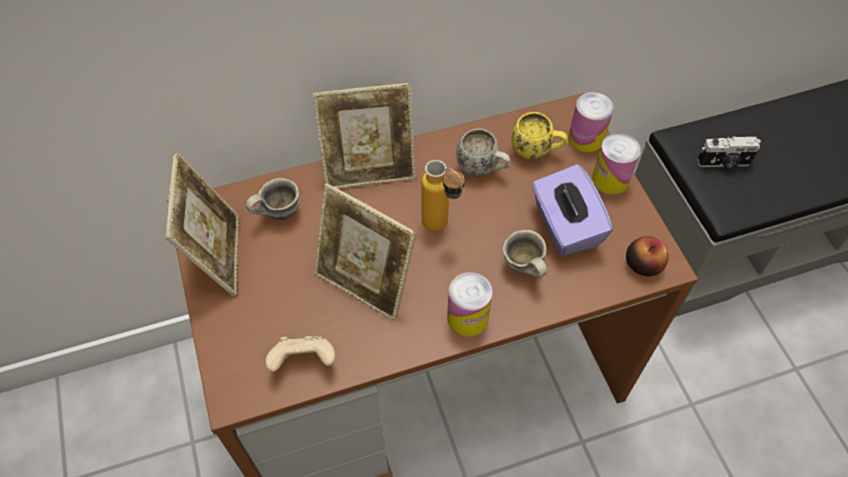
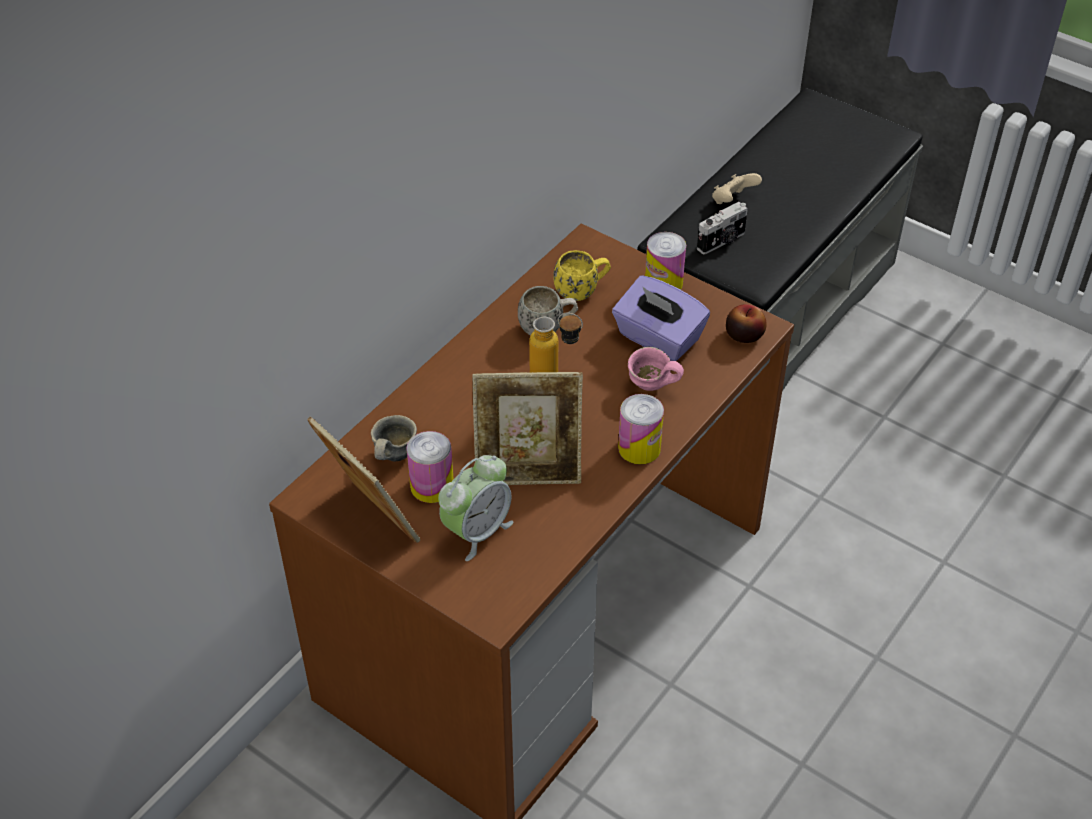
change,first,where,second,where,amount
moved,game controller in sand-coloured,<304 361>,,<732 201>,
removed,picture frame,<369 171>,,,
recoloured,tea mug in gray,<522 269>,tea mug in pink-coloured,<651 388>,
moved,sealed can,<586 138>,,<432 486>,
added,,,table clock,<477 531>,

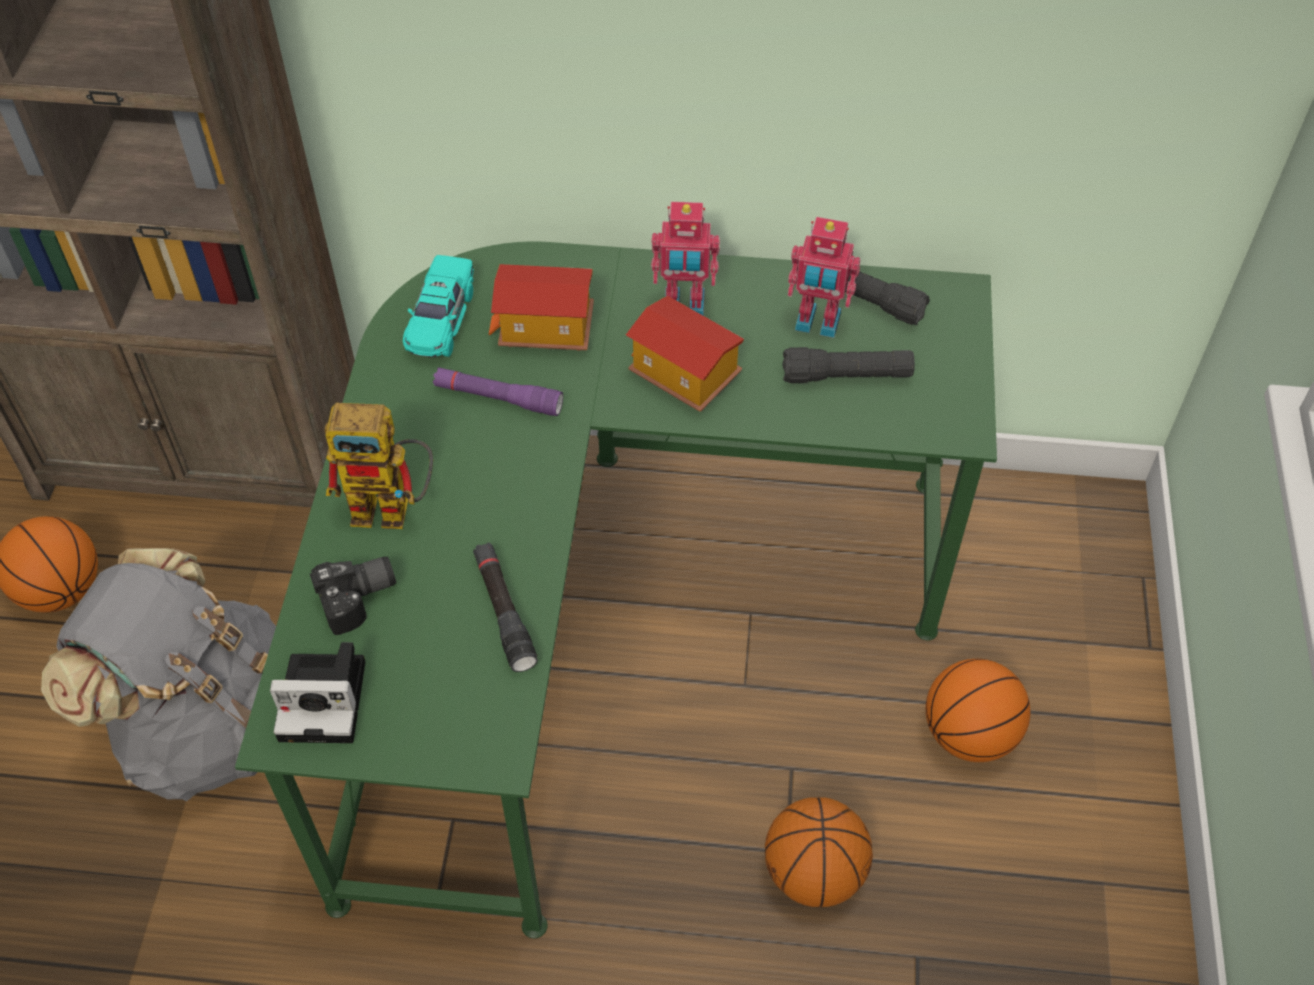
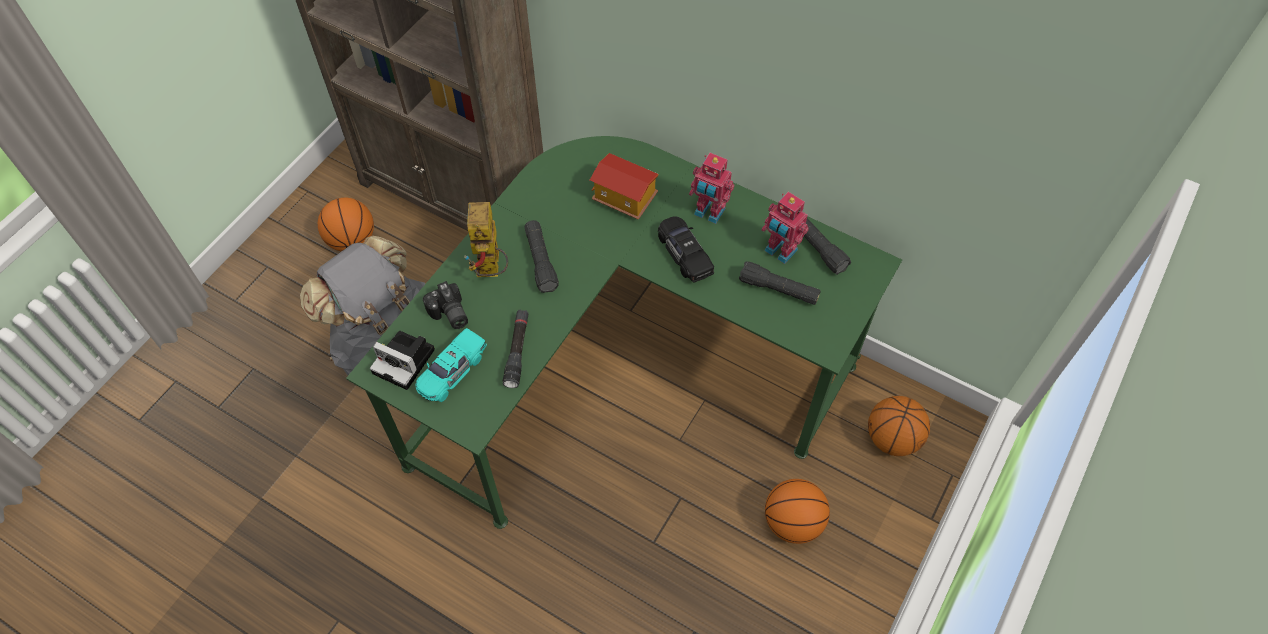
change,first,where,second,where,amount
turned,photo camera,<359 599>,,<449 314>,60 degrees clockwise
turned,robot figure,<394 507>,,<491 271>,60 degrees clockwise
moved,miniature car in turquoise-coloured,<441 320>,,<452 371>,
removed,hand torch in purple,<498 398>,,,
replaced,model house,<682 377>,miniature car in black,<684 255>,
moved,basketball,<814 873>,,<892 439>,
added,,,hand torch in black,<540 261>,

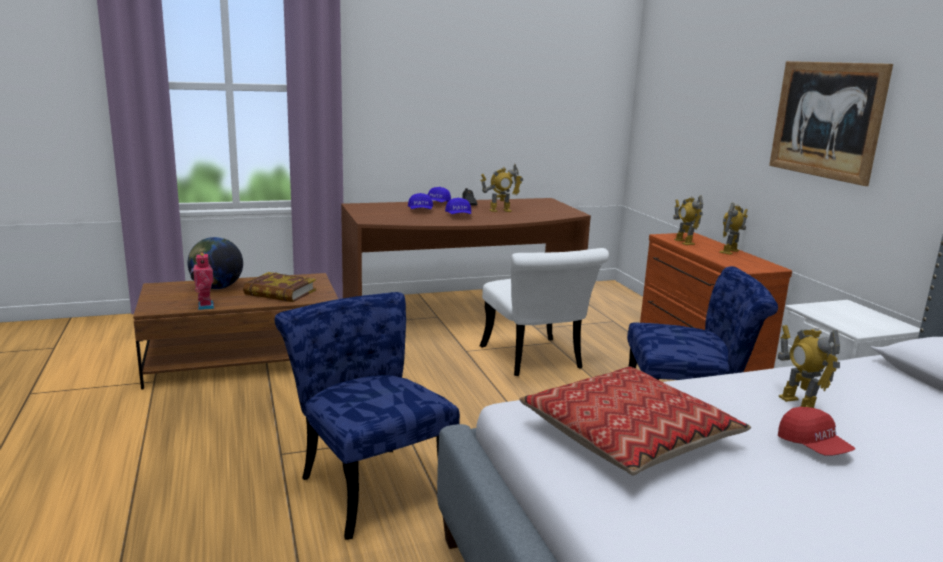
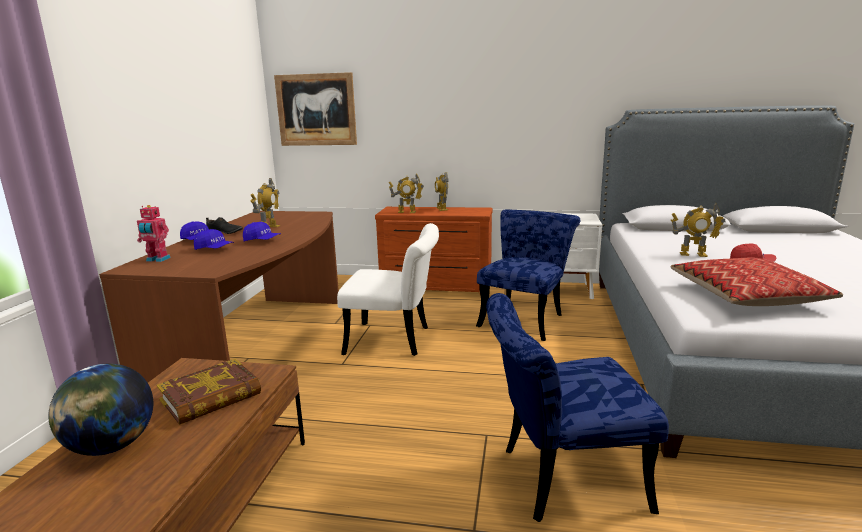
change,first,where,second,where,amount
moved,robot figure,<204 306>,,<157 260>,
moved,picture,<826 120>,,<316 110>,

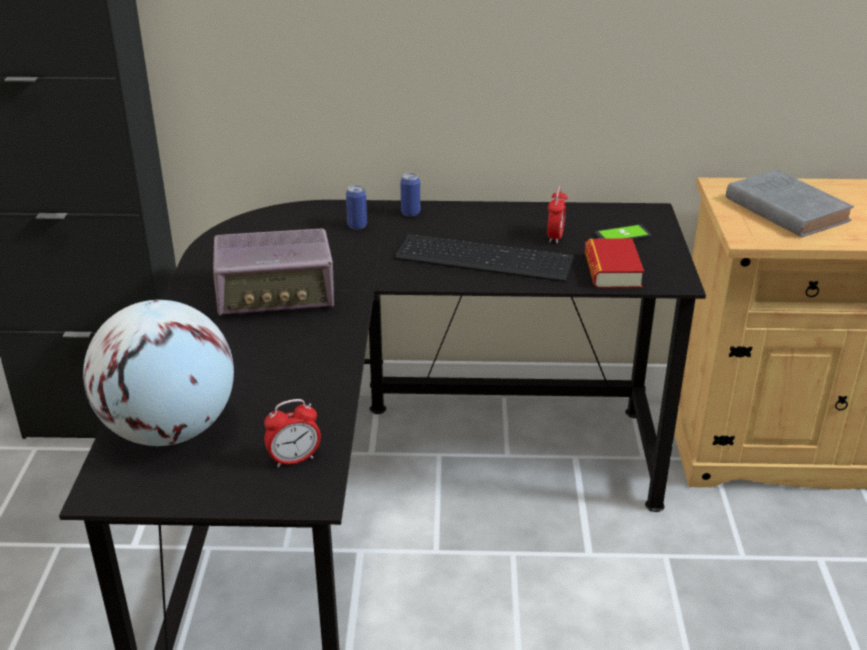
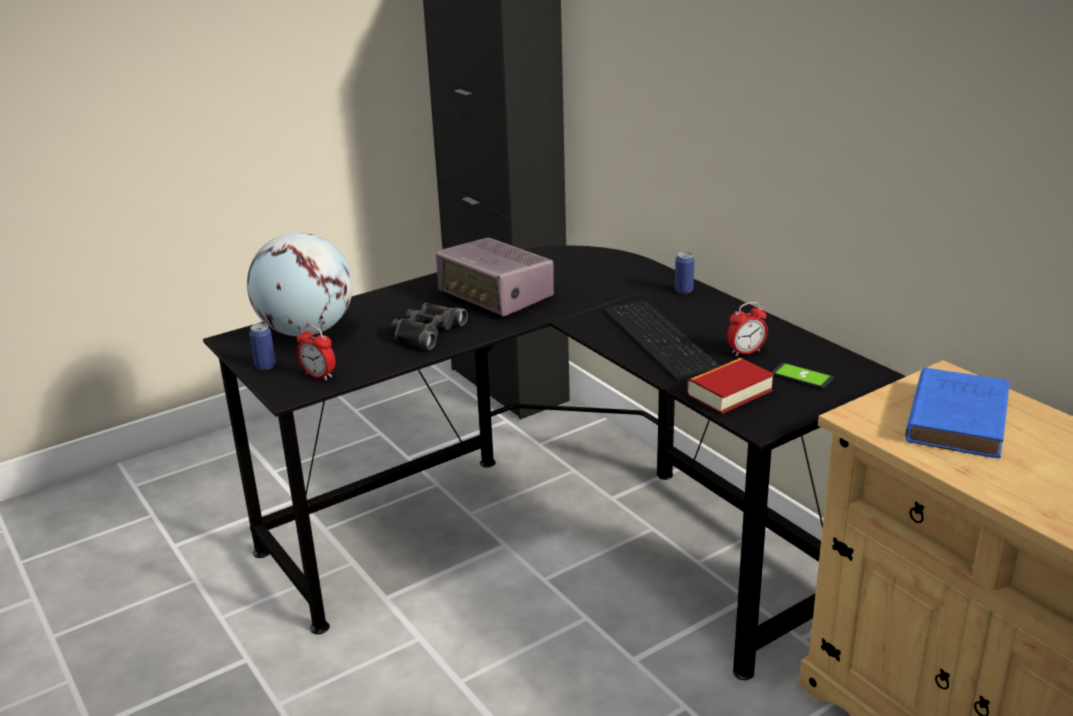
change,first,where,second,where,amount
moved,sealed can,<357 225>,,<265 365>,
recoloured,book in gray,<784 209>,book in blue-coloured,<957 417>,
added,,,pair of binoculars in black,<426 332>,

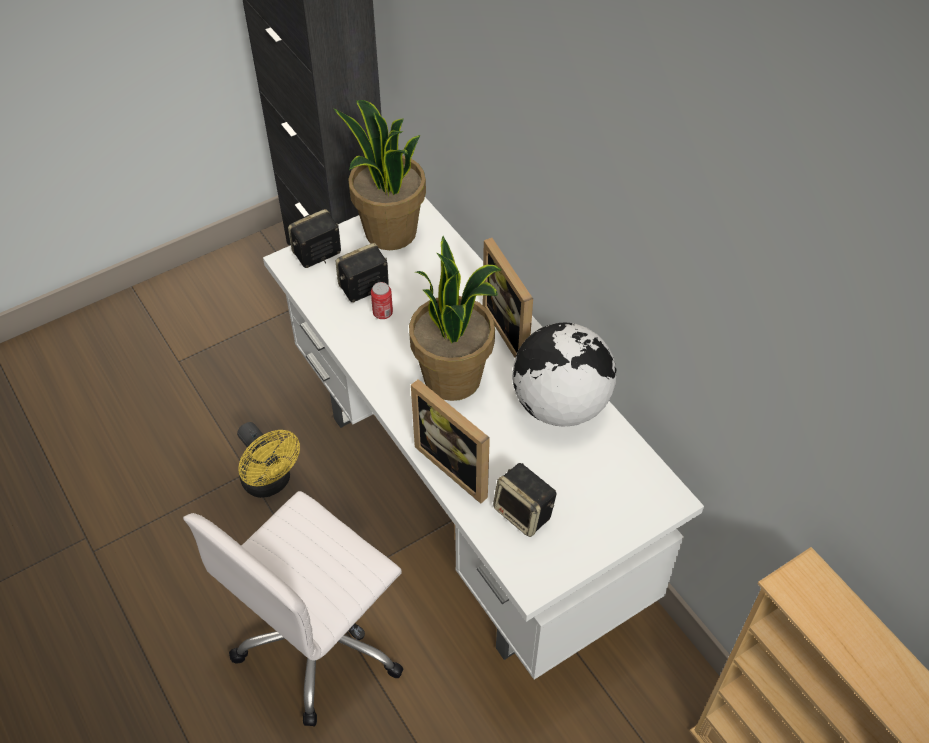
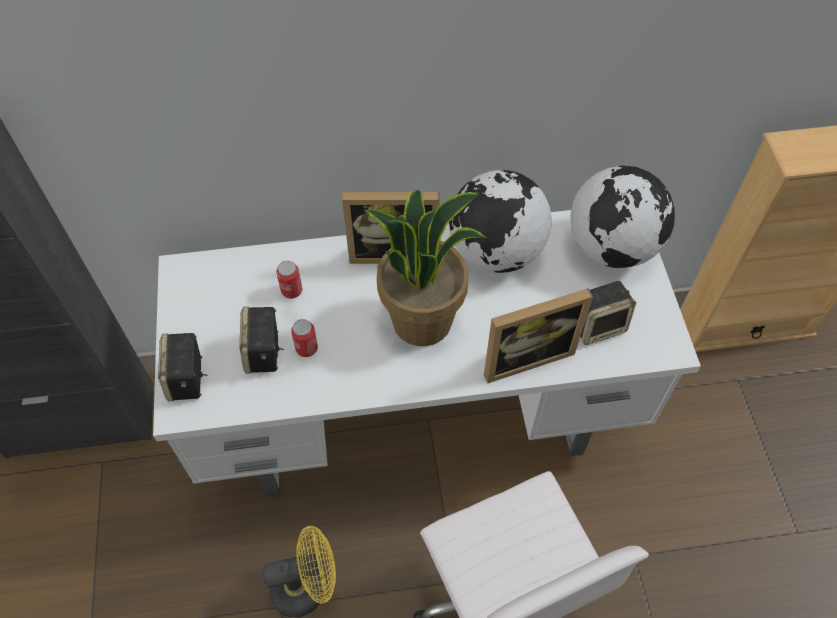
change,first,where,second,where,amount
removed,houseplant,<389 232>,,,
added,,,sealed can,<292 291>,
added,,,globe,<612 247>,

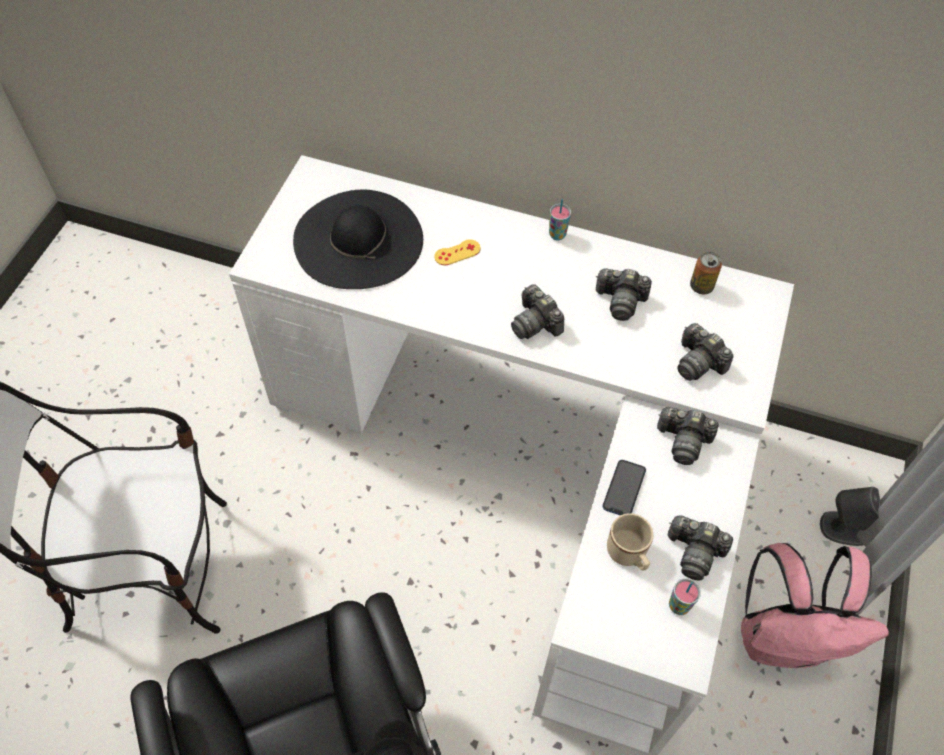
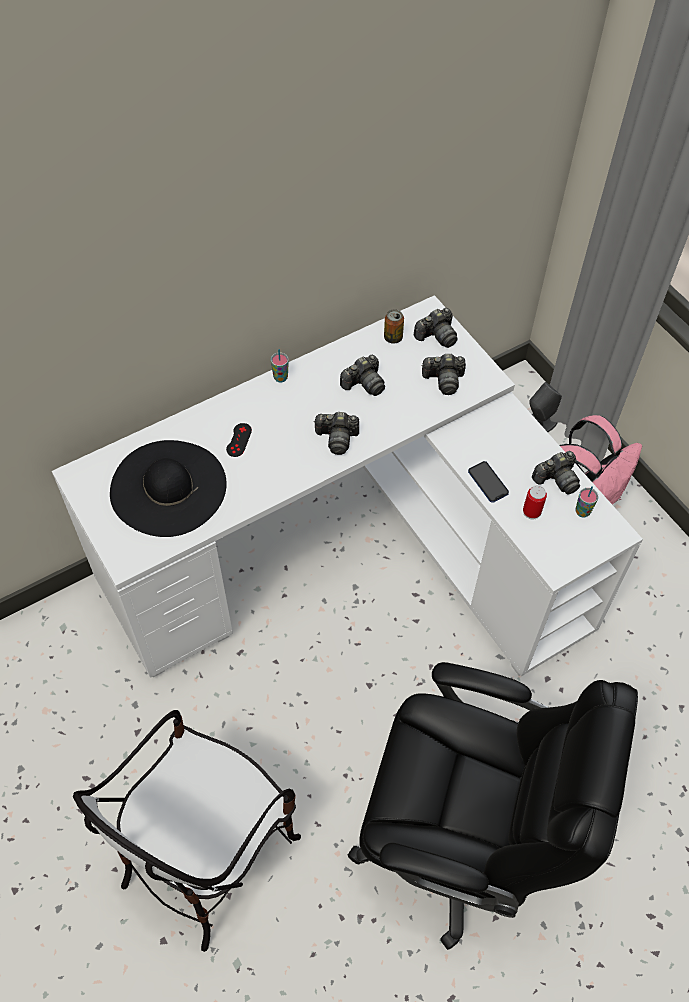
change,first,where,second,where,amount
recoloured,game controller in yellow,<457 252>,game controller in black,<239 440>,
replaced,tea mug in sand-coloured,<629 554>,sealed can,<531 512>,
moved,photo camera,<683 441>,,<437 336>,

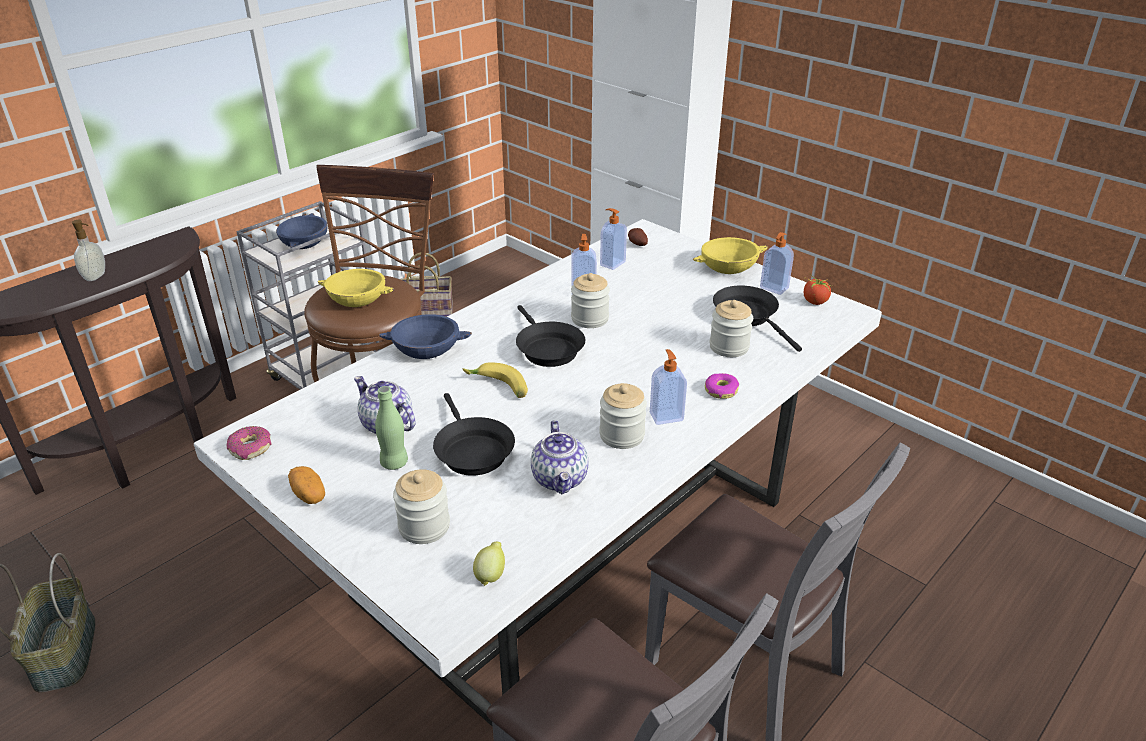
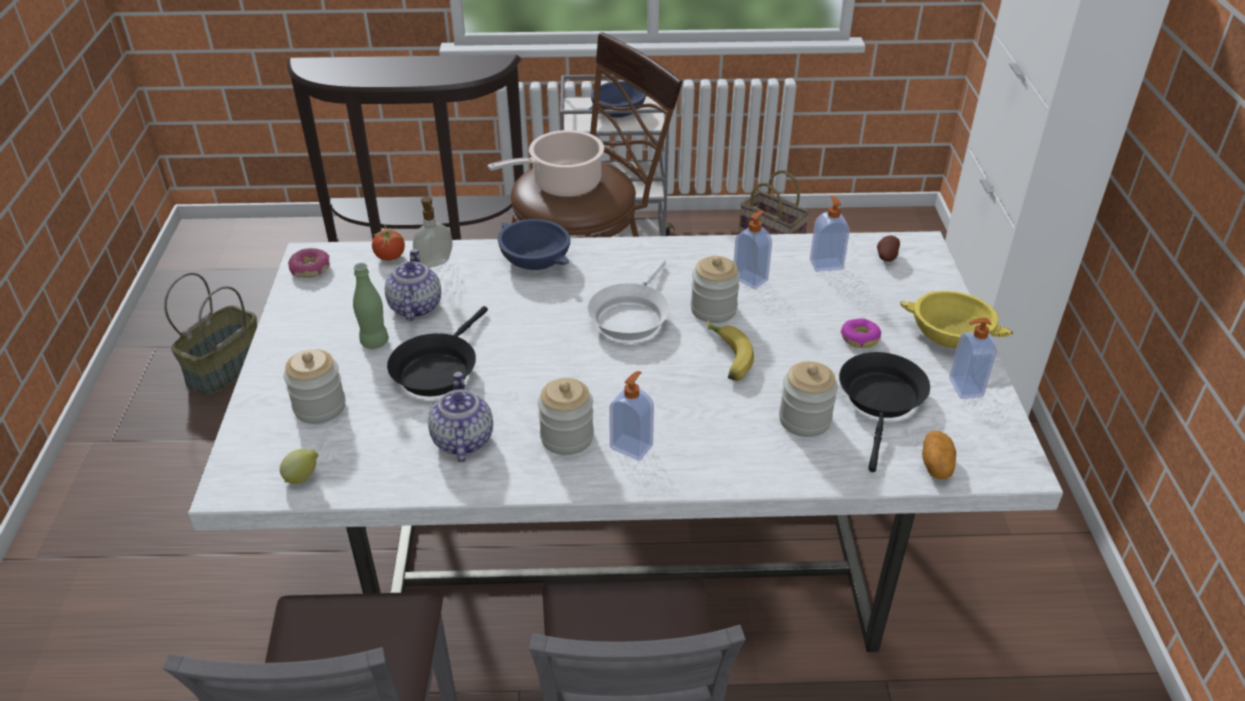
change,first,where,second,where,amount
moved,soap bottle,<96 277>,,<435 263>,
moved,spud,<309 494>,,<936 465>,
replaced,bowl in yellow,<356 300>,stockpot,<562 184>,
moved,whole banana,<497 388>,,<726 358>,
recoloured,frying pan in black,<547 348>,frying pan in whitish,<630 316>,
turned,teapot,<560 479>,,<462 440>,135 degrees clockwise
moved,doughnut,<721 390>,,<859 338>,
moved,tomato,<814 302>,,<390 256>,

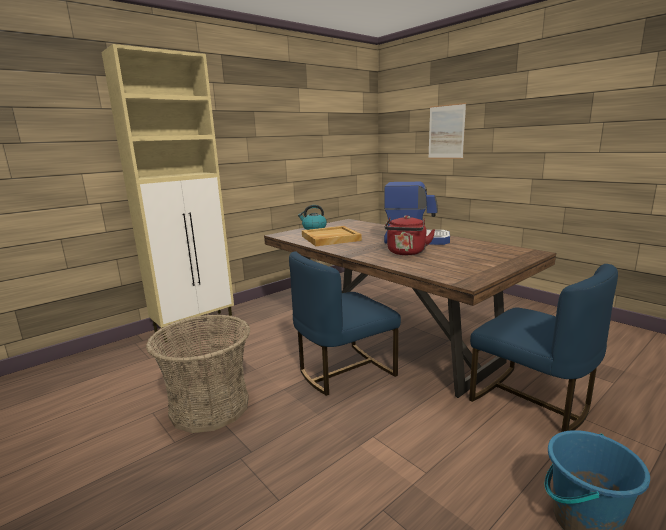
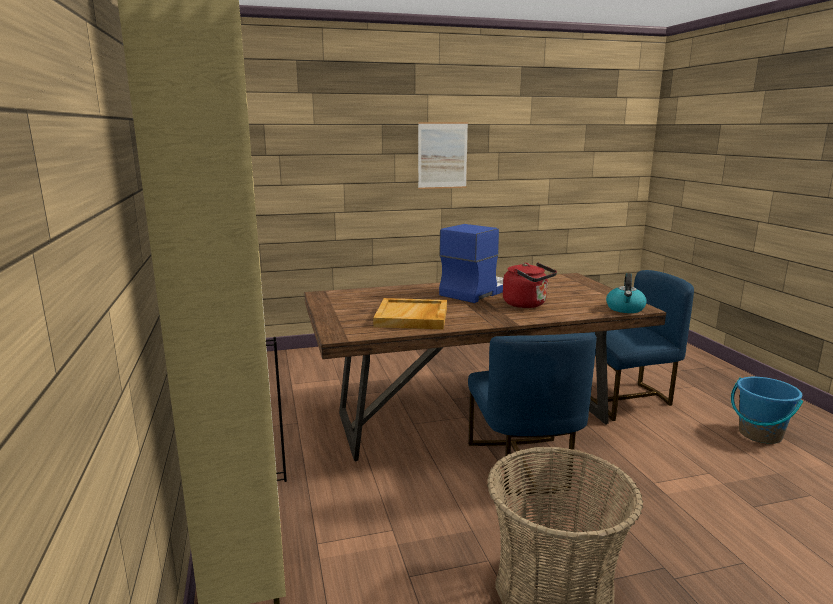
change,first,where,second,where,amount
moved,water kettle,<314 228>,,<625 309>,
moved,picture,<446 132>,,<442 155>,

